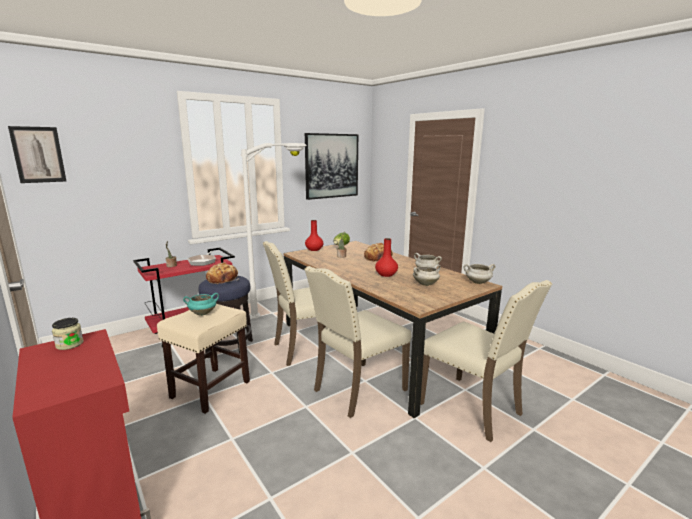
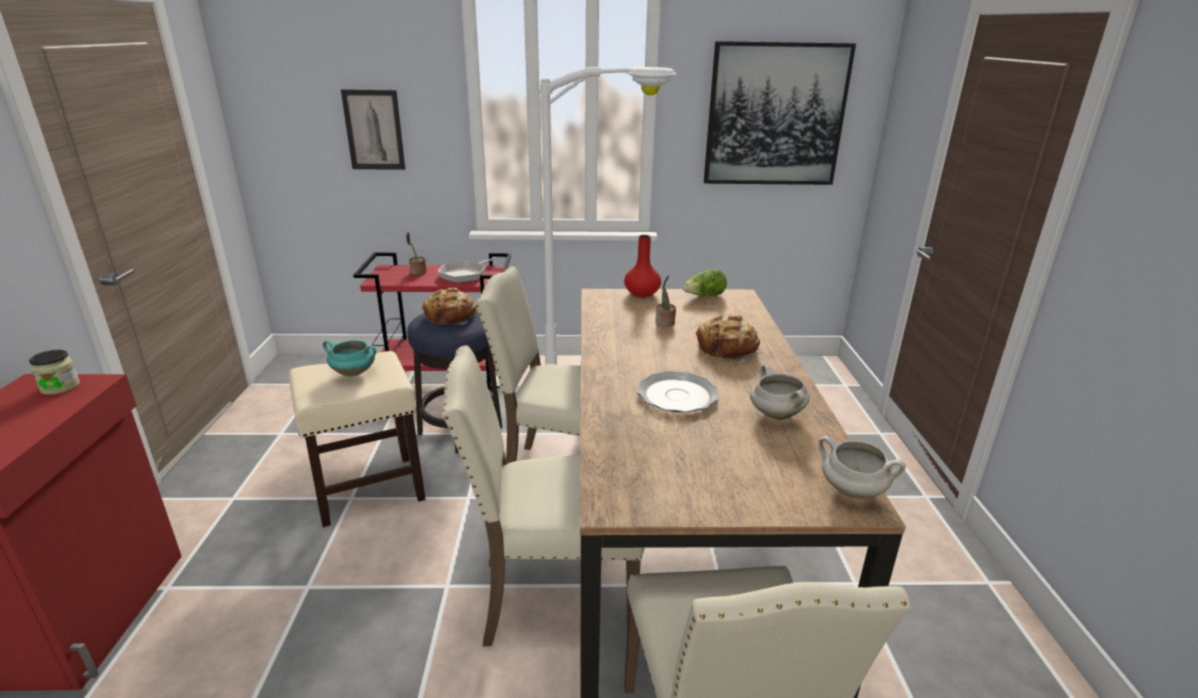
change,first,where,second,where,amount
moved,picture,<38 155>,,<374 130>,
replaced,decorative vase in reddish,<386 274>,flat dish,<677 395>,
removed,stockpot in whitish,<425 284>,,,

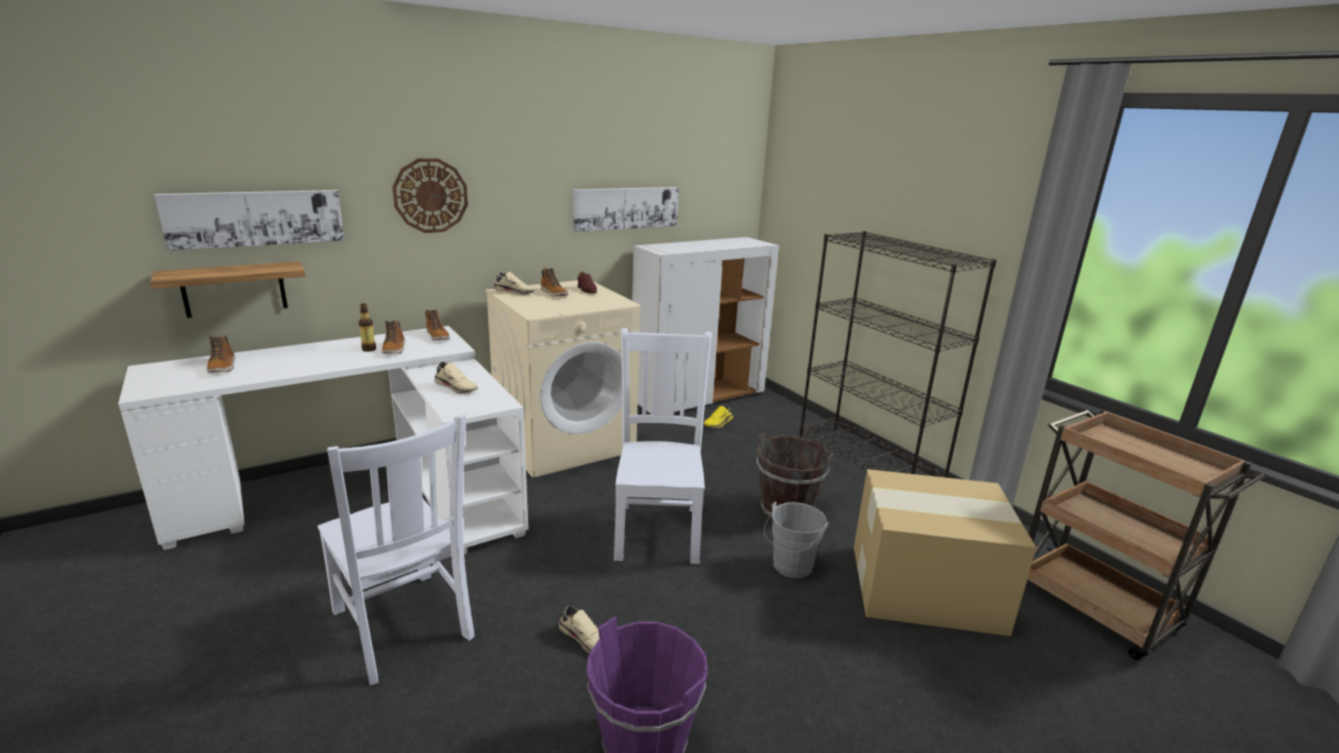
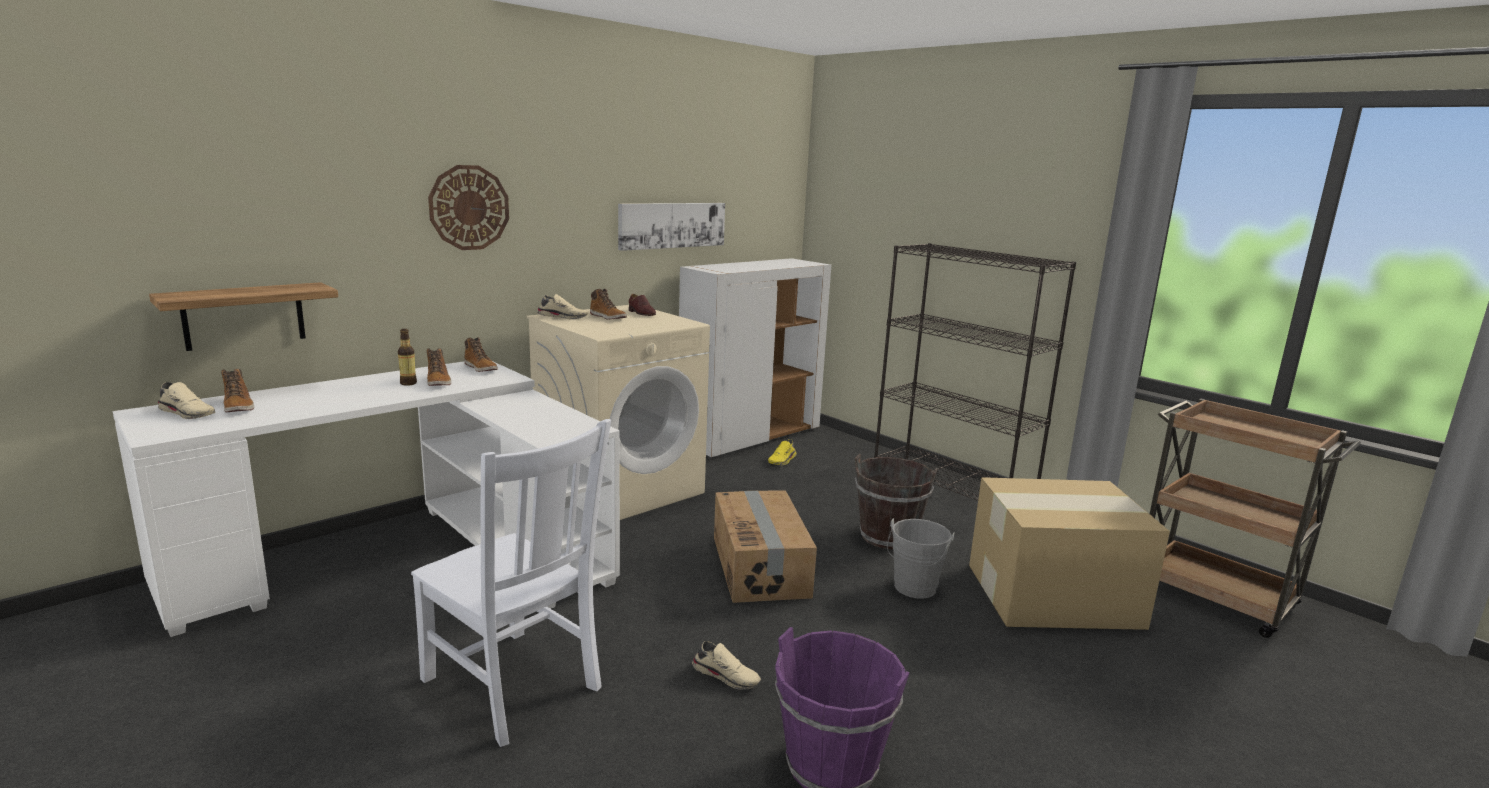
change,first,where,second,where,amount
removed,picture,<256 218>,,,
moved,low shoe in sand-coloured,<457 387>,,<189 413>,
replaced,plain chair in whitish,<658 529>,packing box,<761 566>,

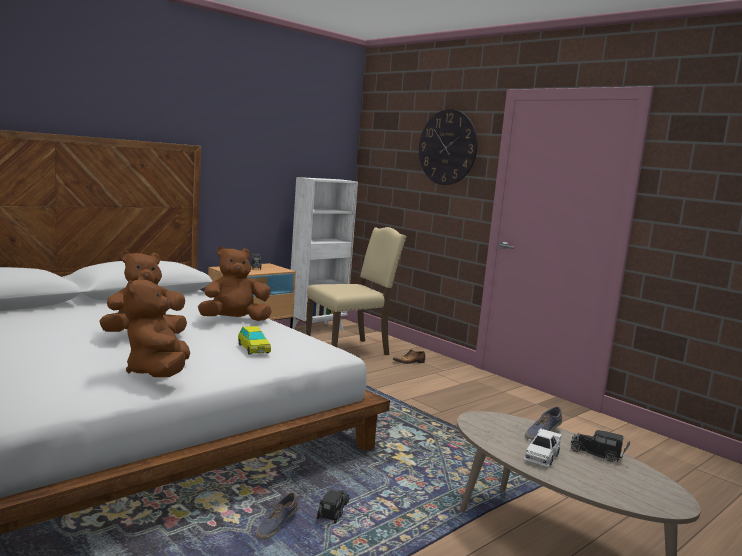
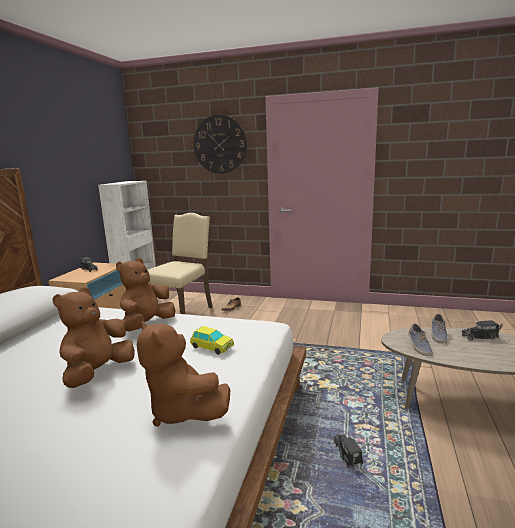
change,first,where,second,where,amount
moved,low shoe,<276 525>,,<419 346>,
removed,miniature car in whitish,<541 457>,,,

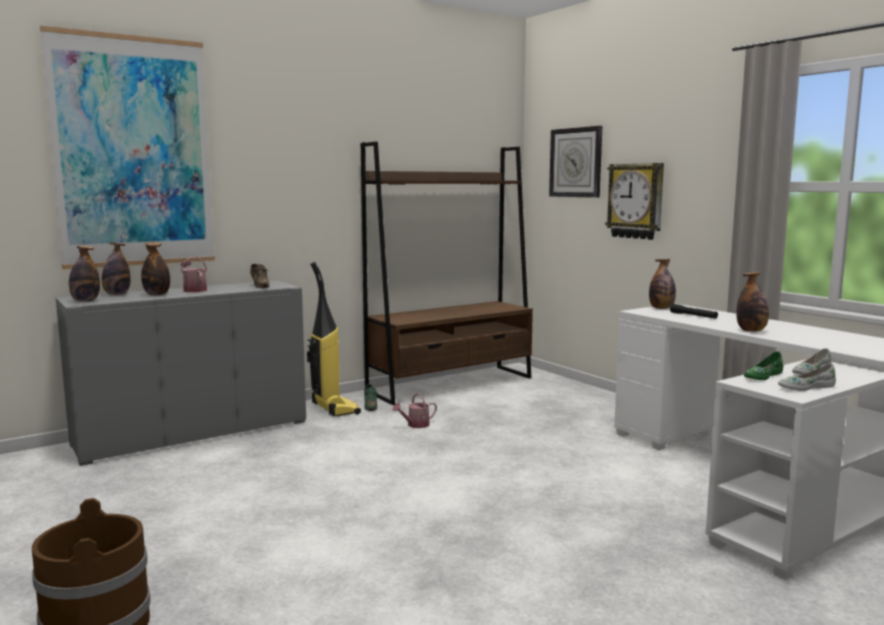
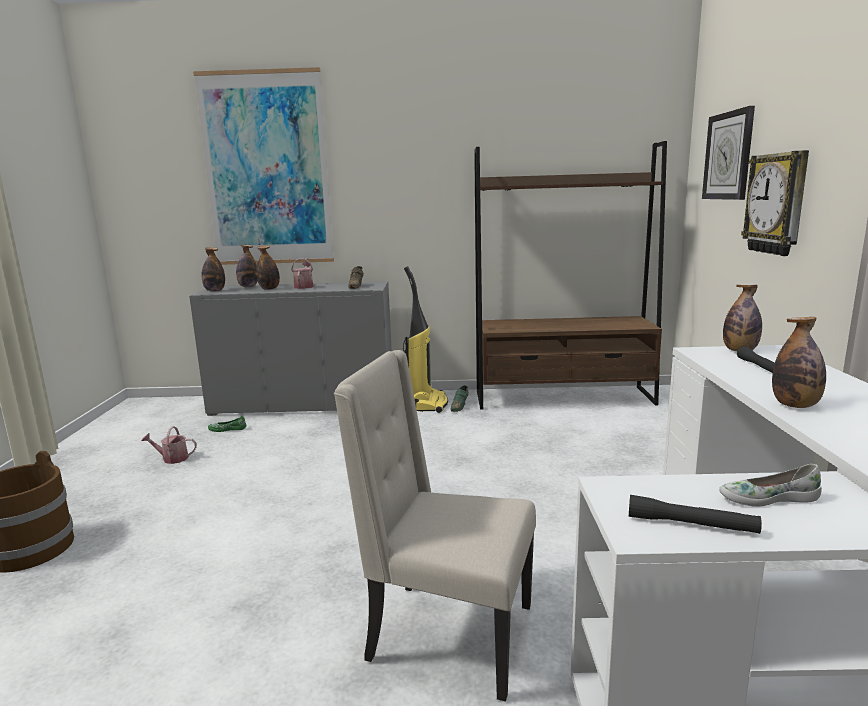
change,first,where,second,where,amount
moved,watering pot,<415 425>,,<172 458>,
moved,low shoe in greenish,<762 376>,,<227 429>,
replaced,low shoe in whitish,<805 387>,hand torch in black,<691 524>,
added,,,plain chair in sand-coloured,<447 634>,

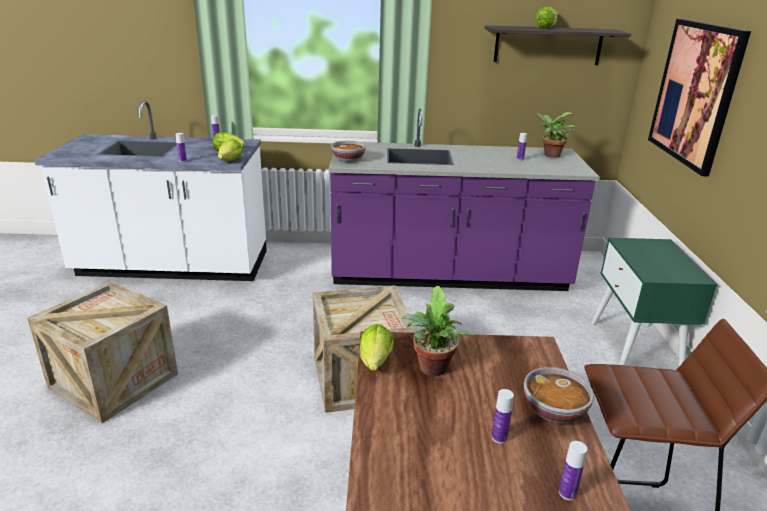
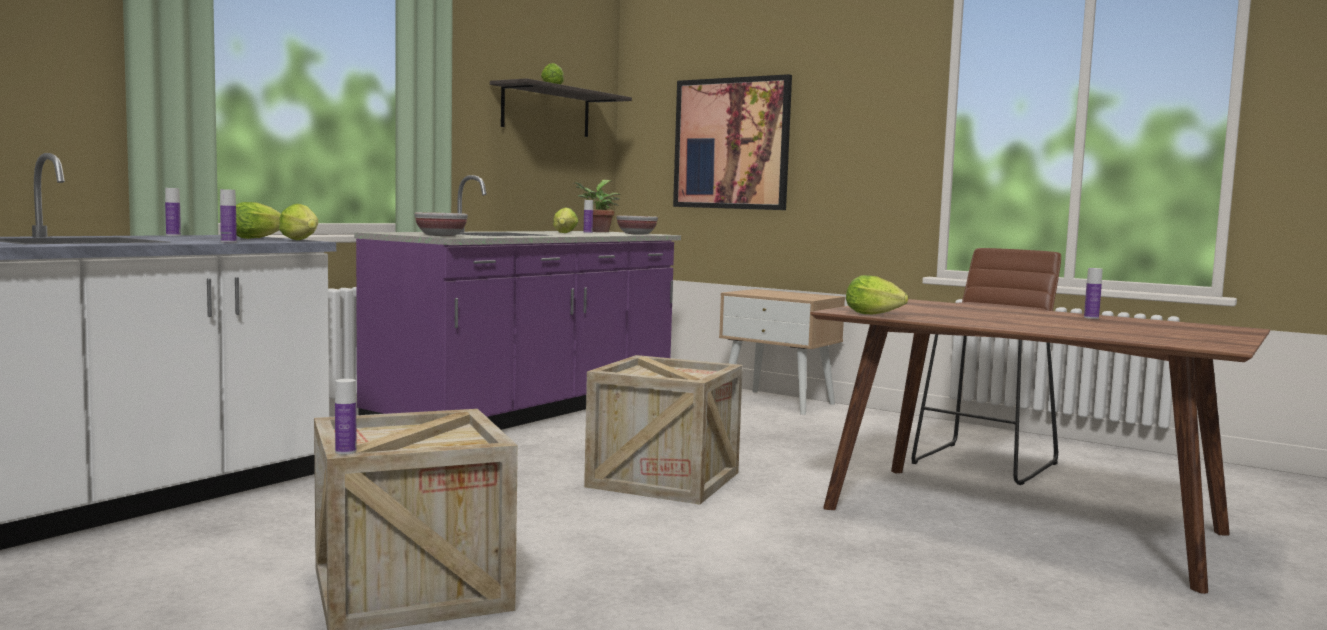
change,first,where,second,where,amount
removed,houseplant,<433 370>,,,
moved,bottle,<499 437>,,<345 451>,
moved,bowl,<554 411>,,<637 234>,
recoloured,nightstand in greenish,<635 346>,nightstand in sand-coloured,<778 402>,
added,,,head of lettuce,<564 233>,

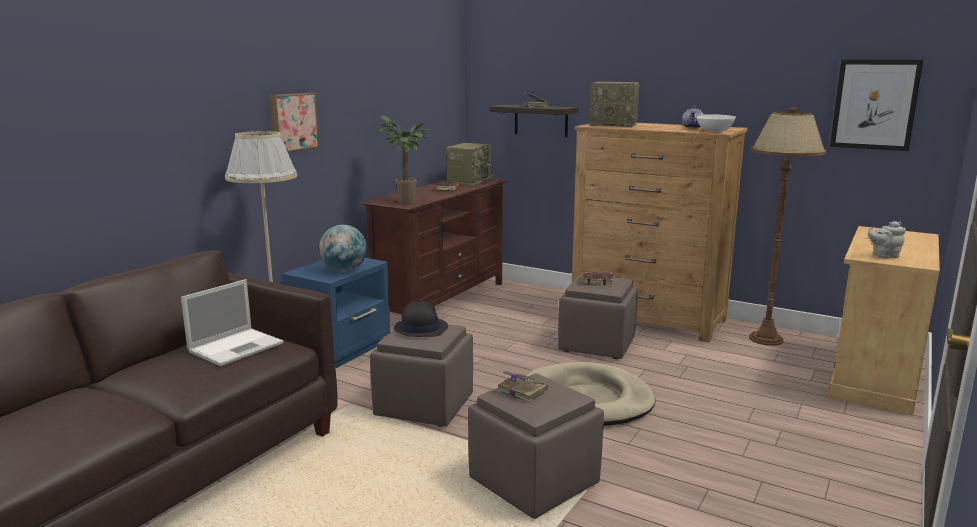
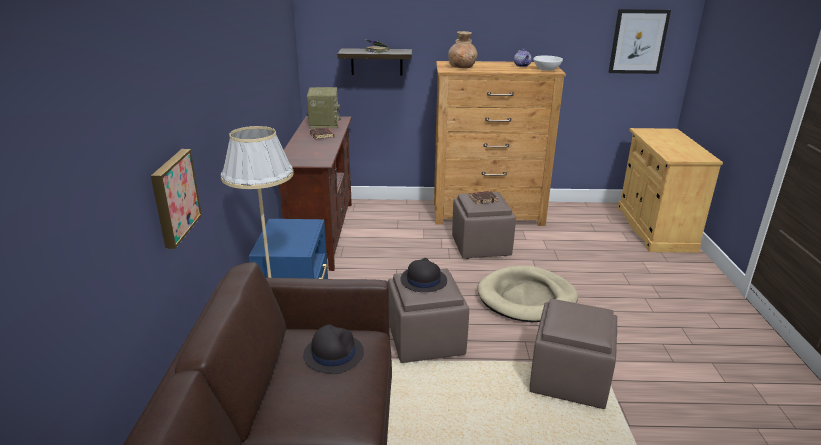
change,first,where,second,where,amount
replaced,notebook computer,<237 347>,clothing hat in black,<333 353>,
moved,picture,<293 122>,,<173 197>,
removed,globe,<344 270>,,,
removed,houseplant,<404 202>,,,
removed,book,<521 390>,,,
replaced,radio set,<614 125>,decorative vase in brown,<462 67>,
removed,standard lamp in brown,<766 339>,,,
removed,teapot in gray,<884 256>,,,

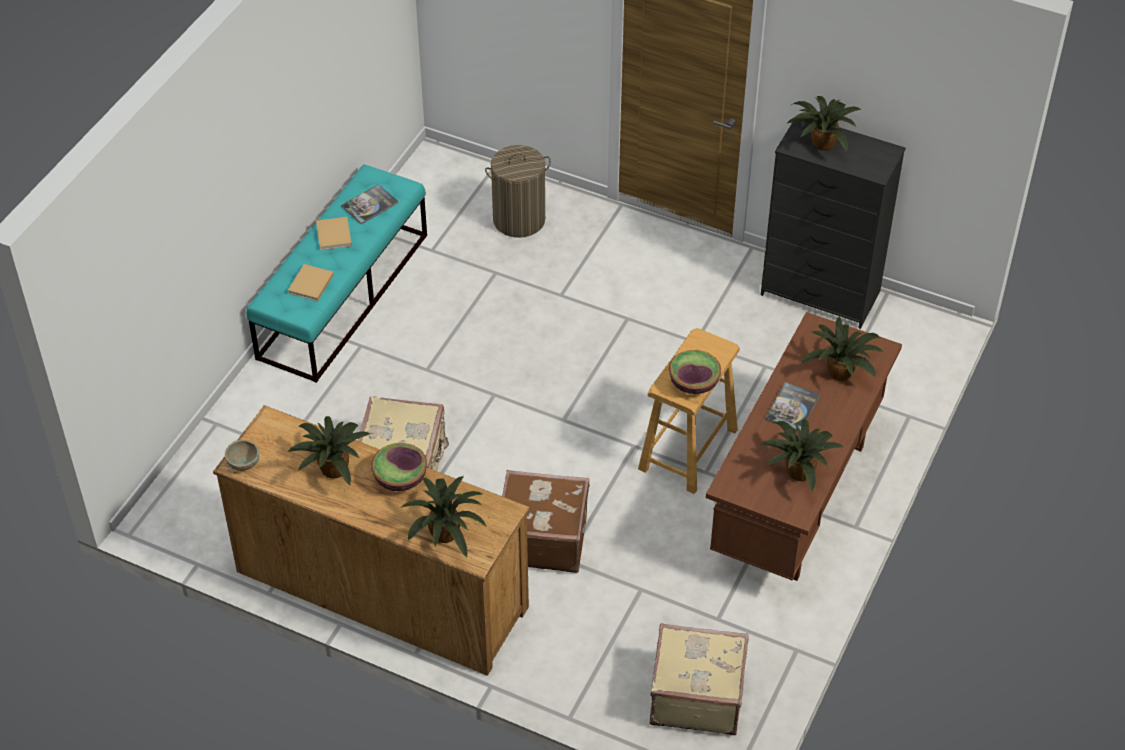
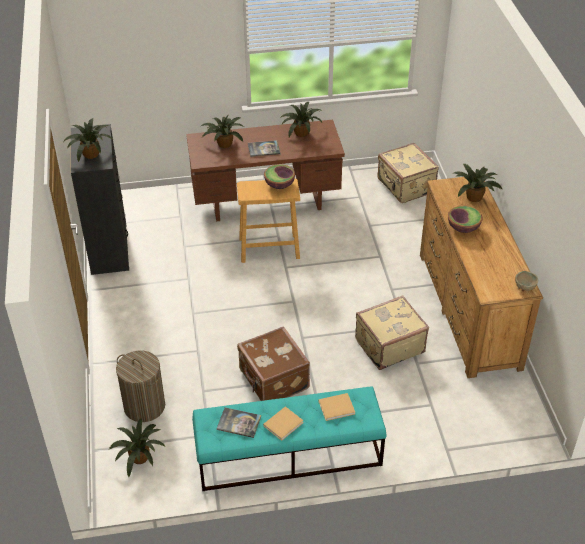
change,first,where,second,where,amount
moved,houseplant,<332 468>,,<140 459>,
moved,suitcase in brown,<542 538>,,<273 380>,

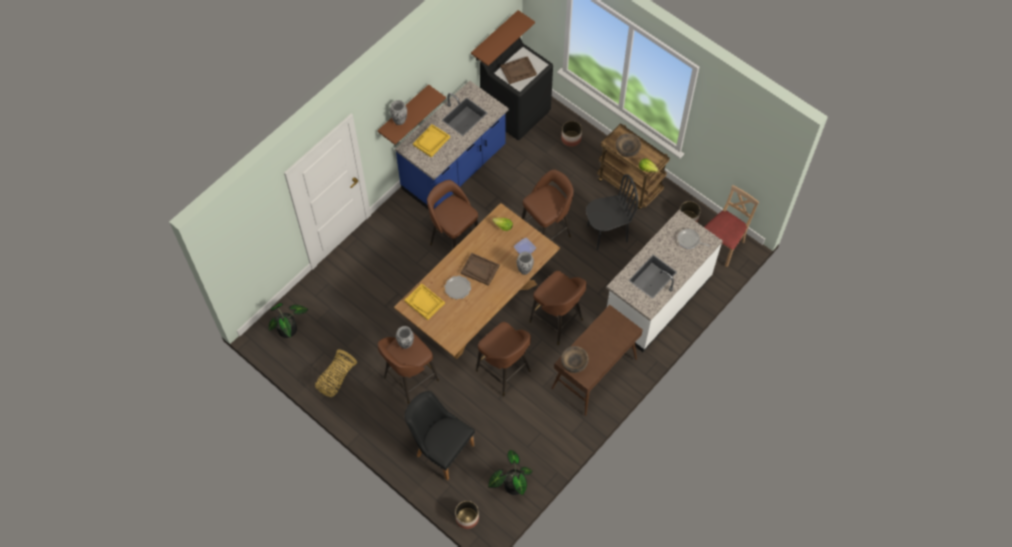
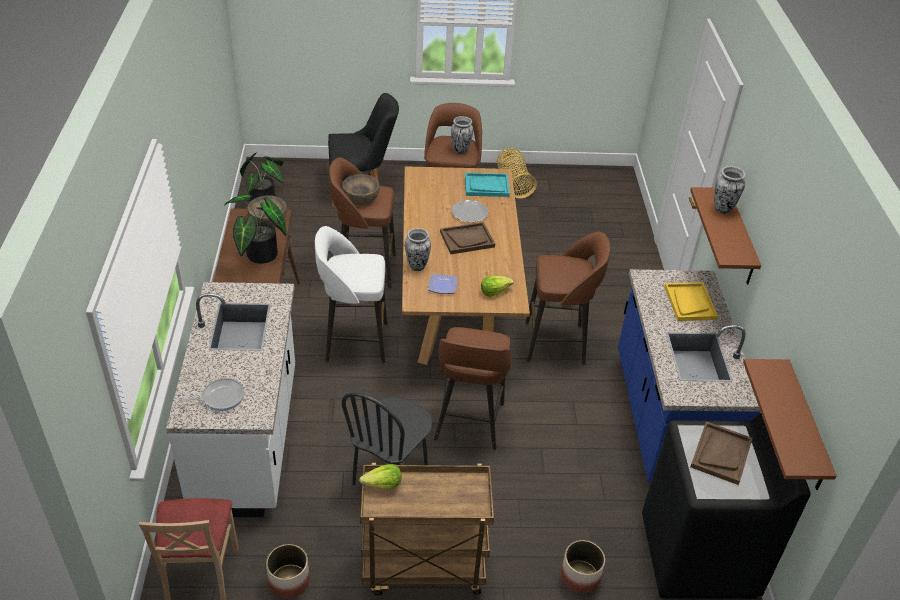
change,first,where,second,where,amount
moved,houseplant,<290 329>,,<258 256>,
recoloured,serving tray in yellow,<424 302>,serving tray in turquoise-coloured,<486 186>,
removed,plant pot,<467 518>,,,
recoloured,stool in brown,<557 322>,stool in whitish,<354 342>,
moved,bowl in brown,<627 149>,,<361 197>,

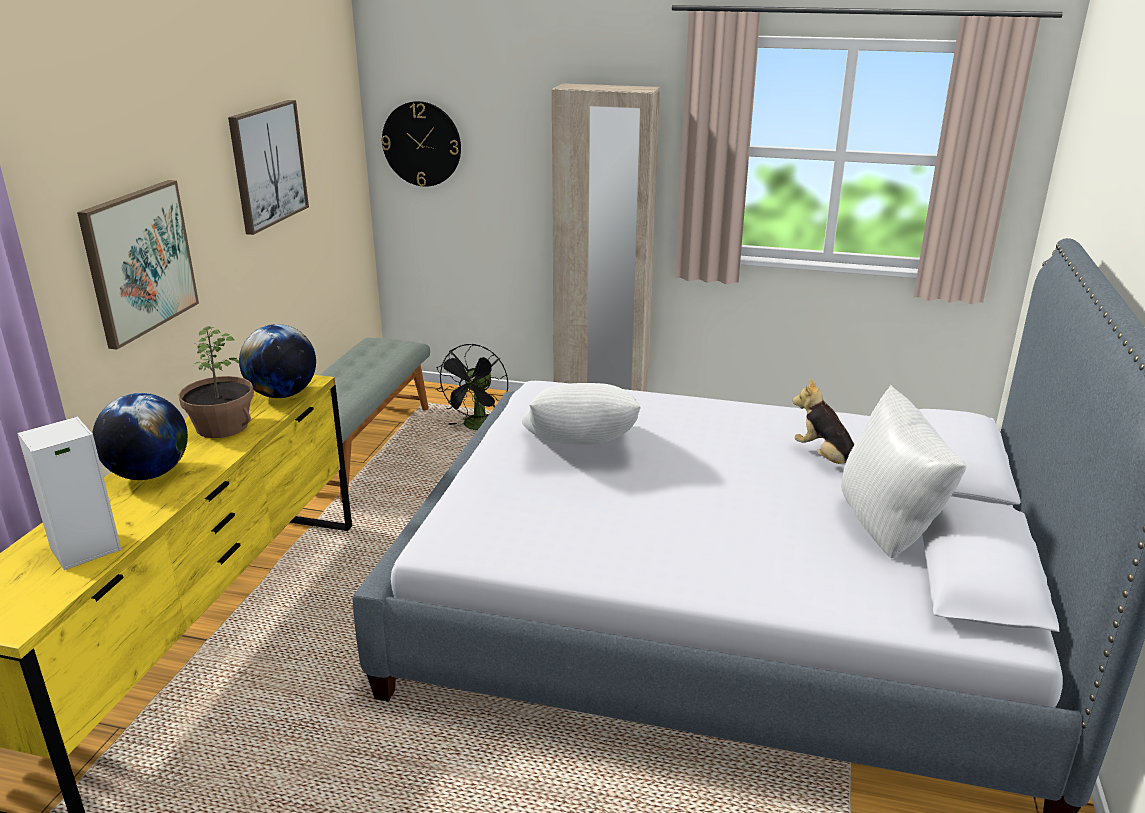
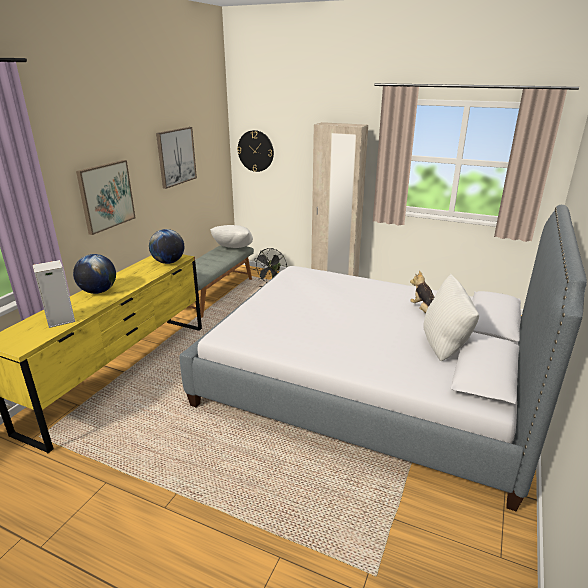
change,first,where,second,where,amount
removed,houseplant,<221 427>,,,
moved,pillow in whitish,<579 449>,,<233 249>,

